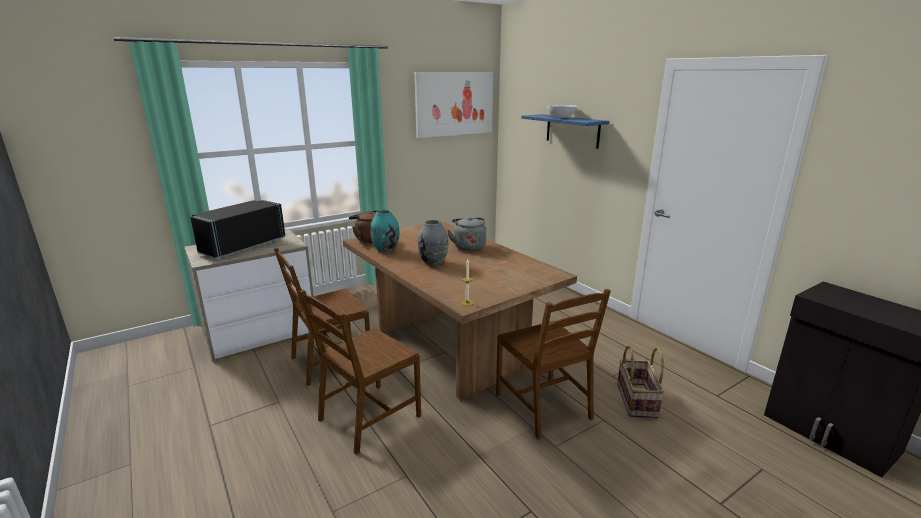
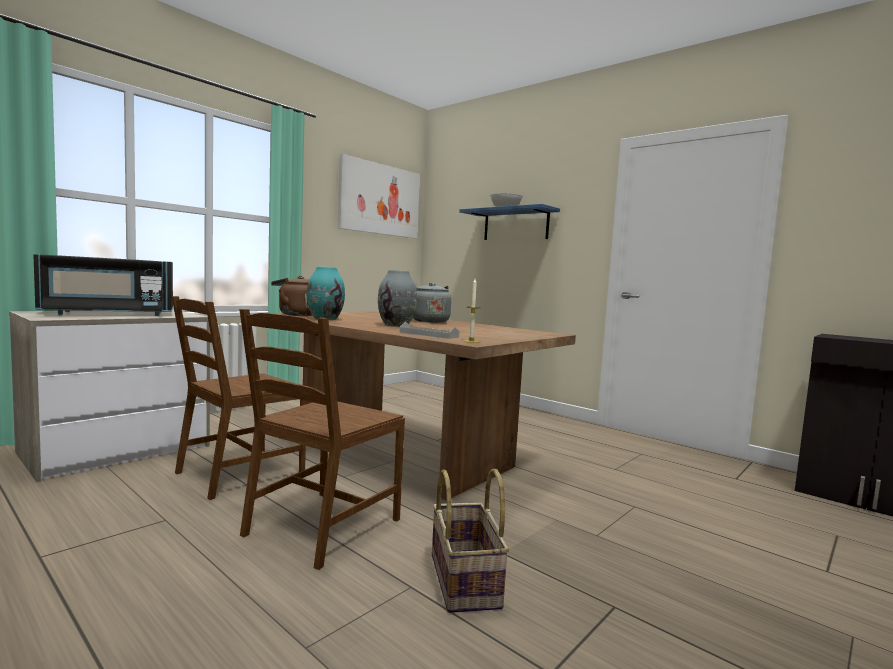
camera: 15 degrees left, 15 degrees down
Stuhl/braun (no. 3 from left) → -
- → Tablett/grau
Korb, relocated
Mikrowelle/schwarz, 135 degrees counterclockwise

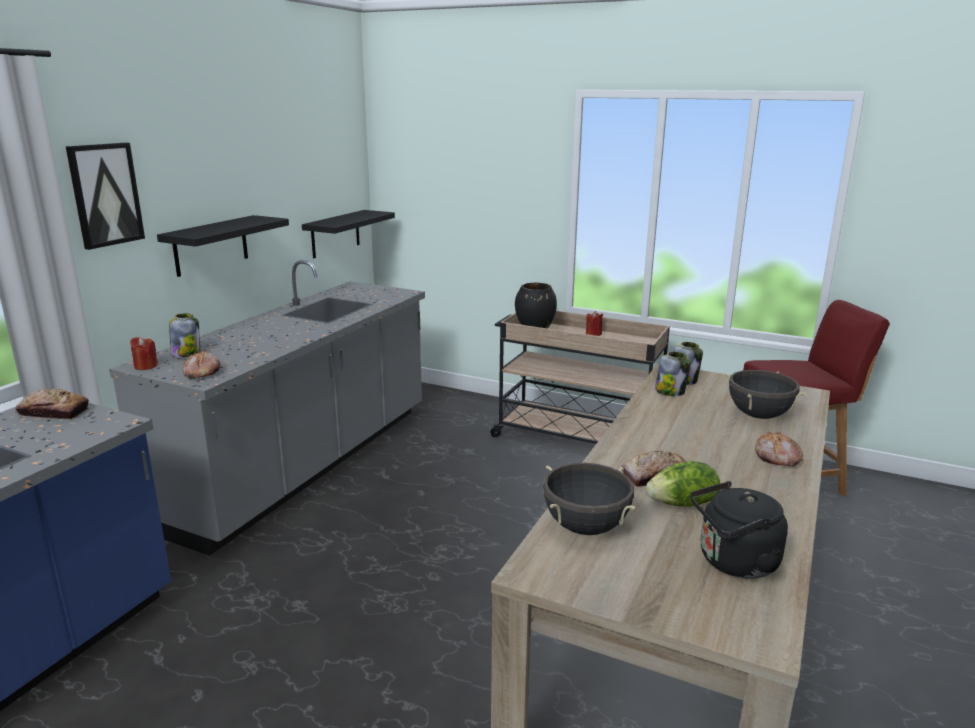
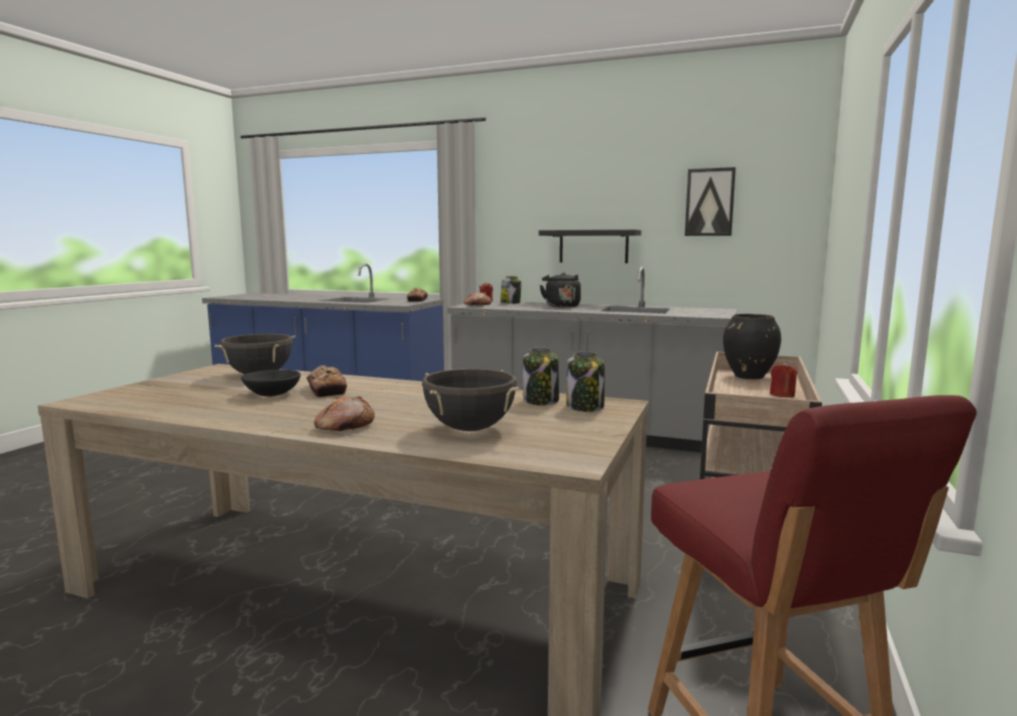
camera: 85 degrees right, 10 degrees down
Wandregal/schwarz (no. 2 from left) → -
Bild, relocated
Wasserkessel/schwarz, relocated
Salatkopf → Schüssel/schwarz

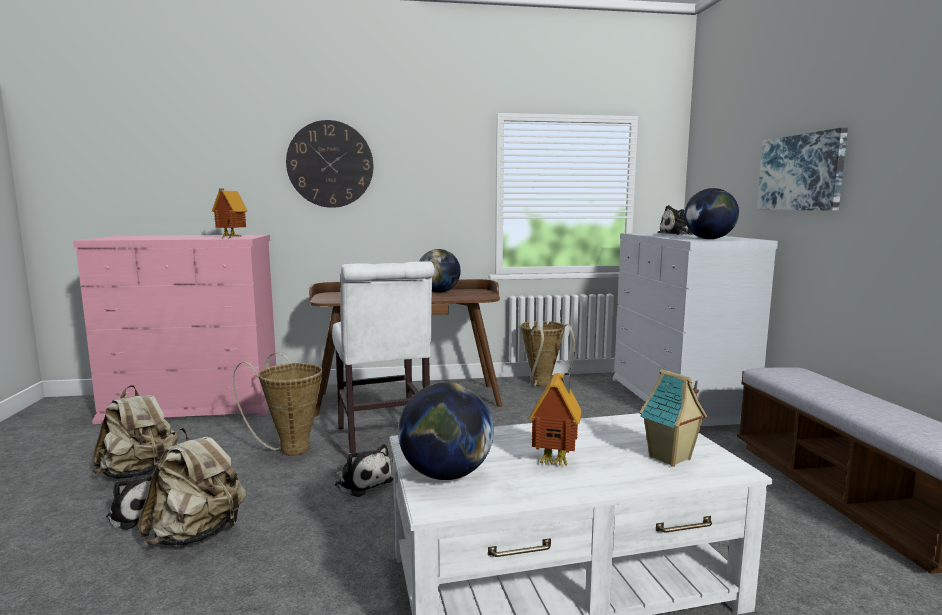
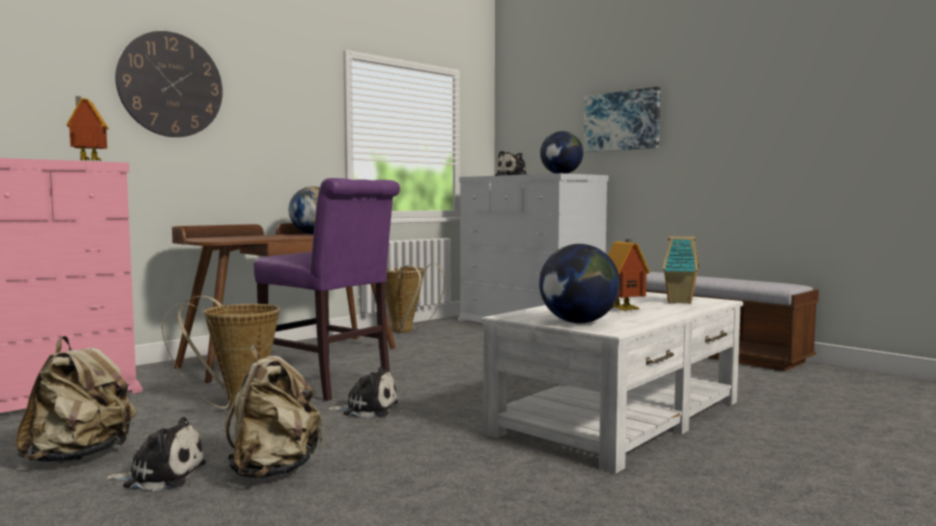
camera: 35 degrees left, 5 degrees down
Stuhl/weiß → Stuhl/lila

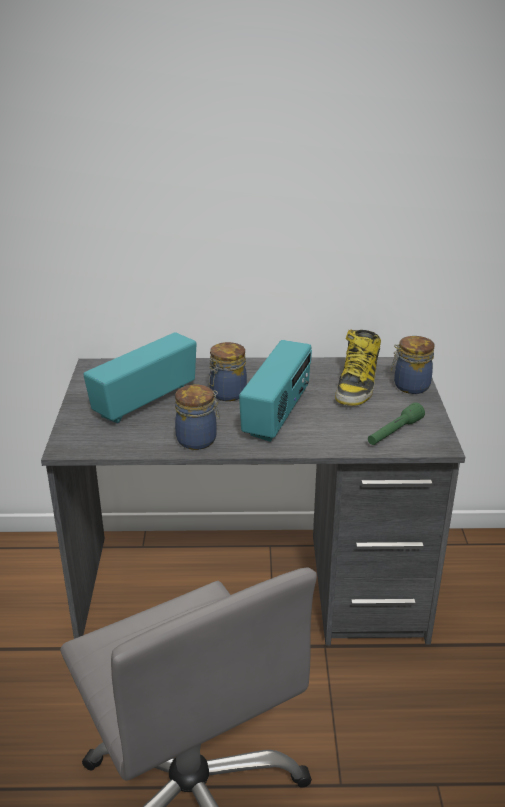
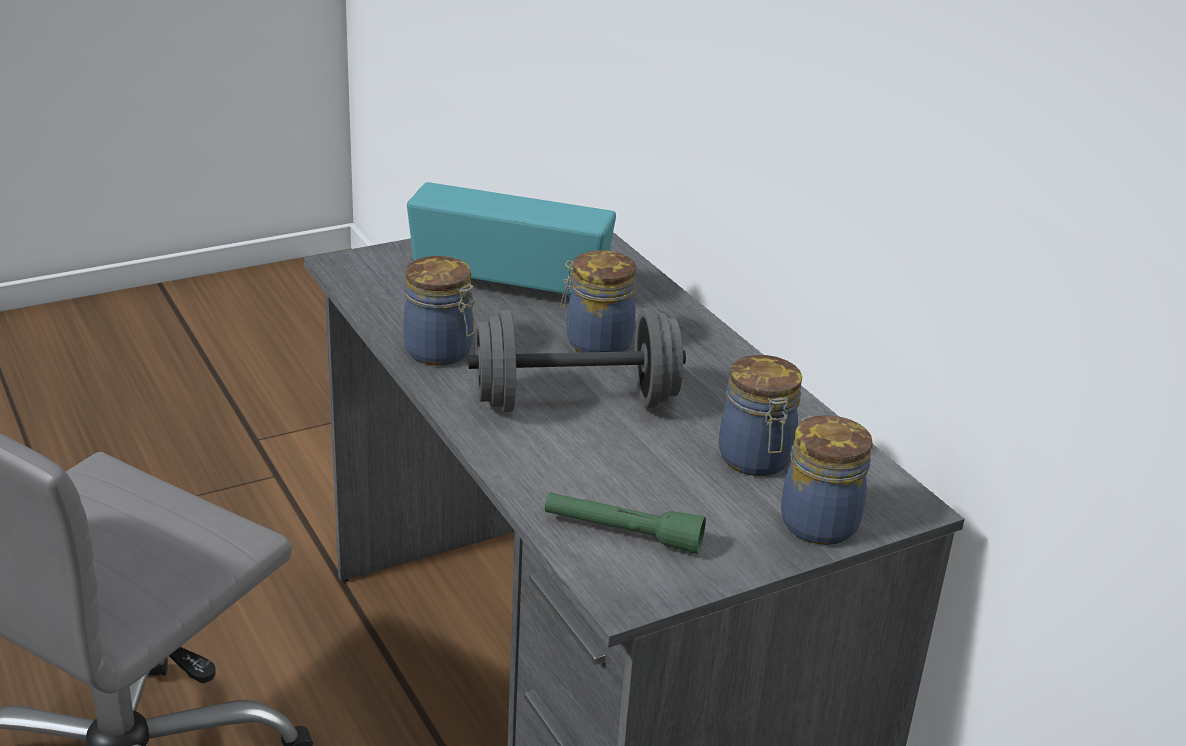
camera: 60 degrees right, 0 degrees up
Radio (no. 2 from left) → Hantel/grau
Stiefel → Vorratsglas (no. 3 from left)

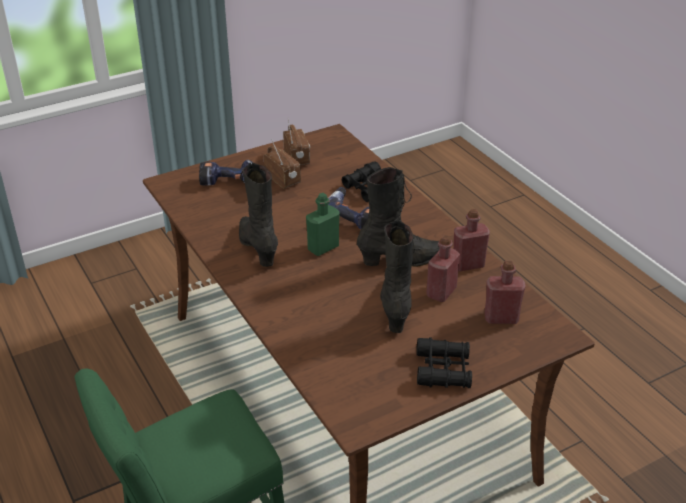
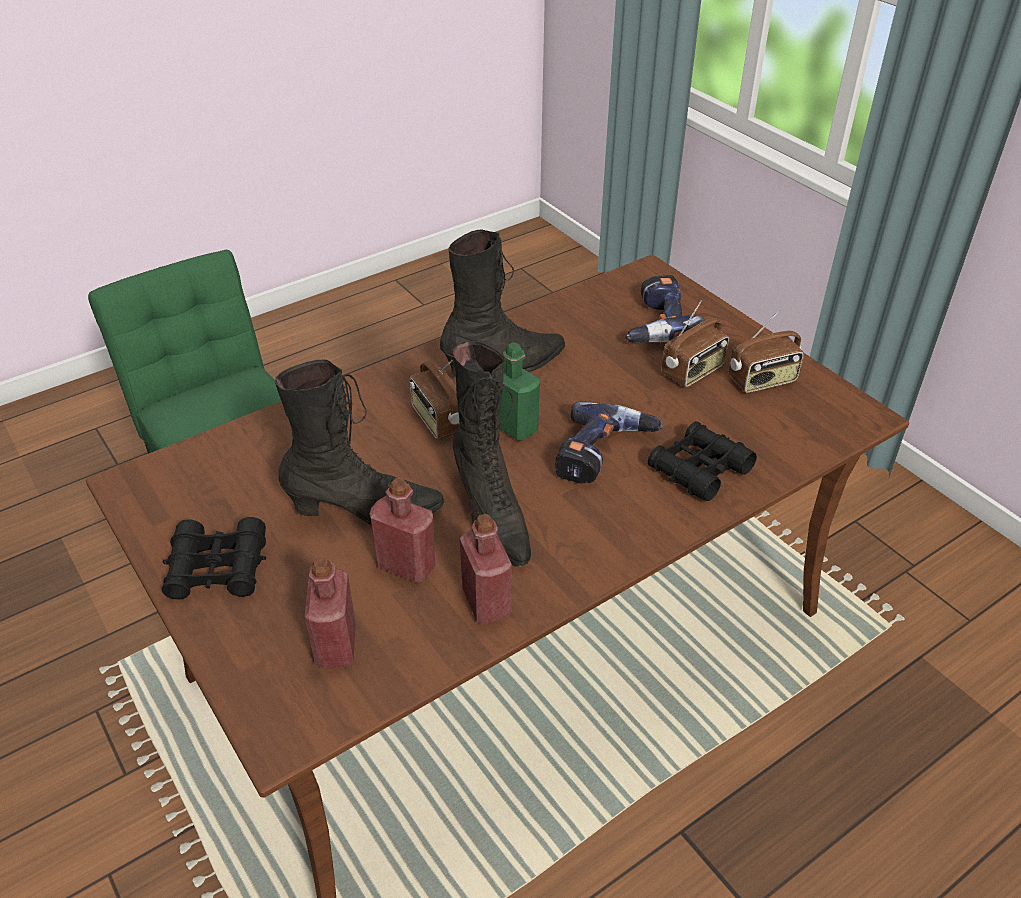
camera: 85 degrees right, 5 degrees up
- → Radio (no. 1 from left)

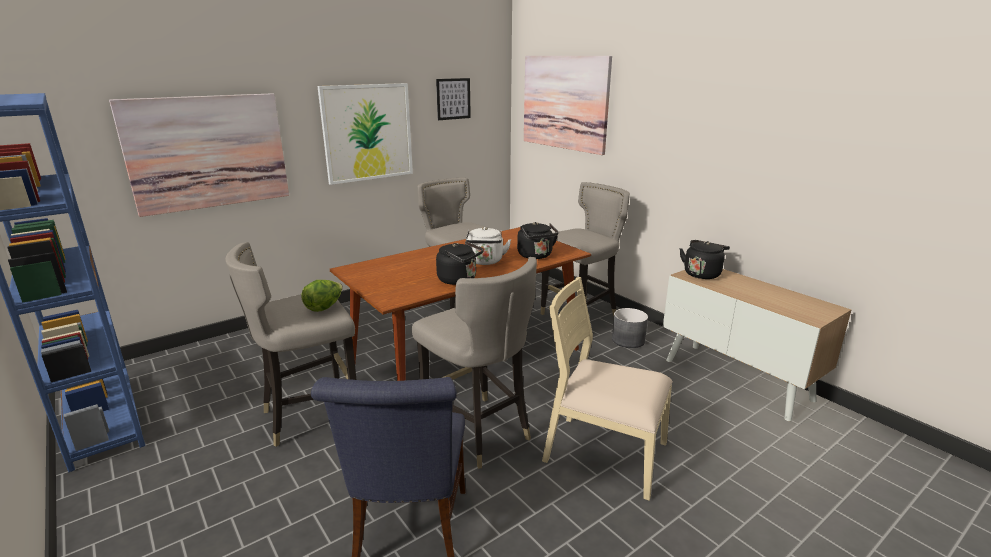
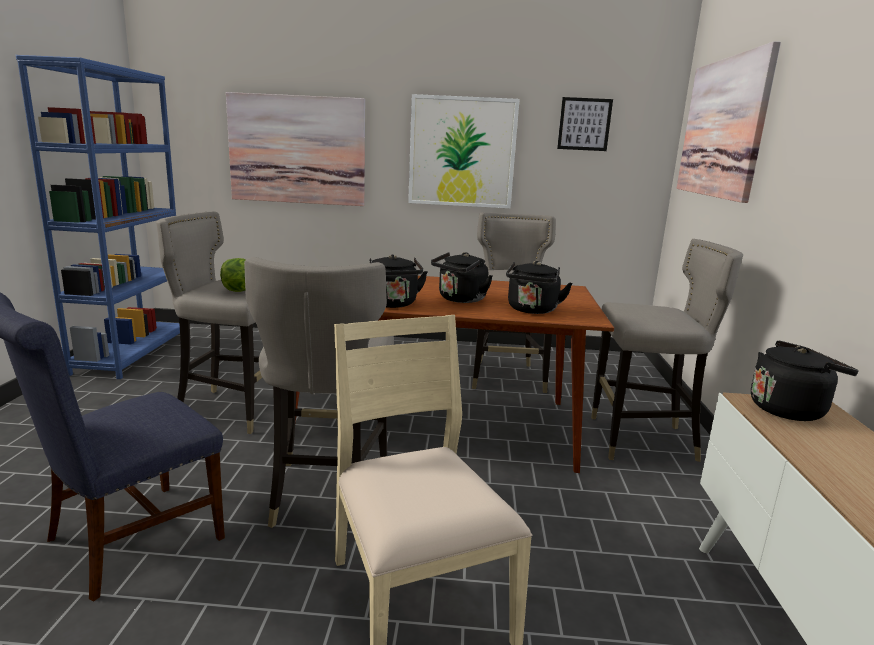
camera: 40 degrees right, 5 degrees down
Pflanzkübel/grau → -
Wasserkessel/weiß → Wasserkessel/schwarz (no. 2 from left)

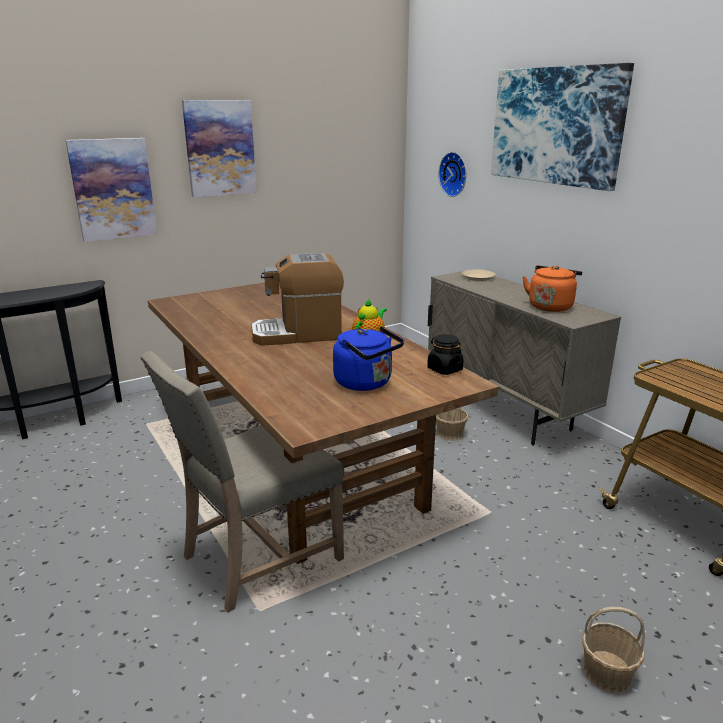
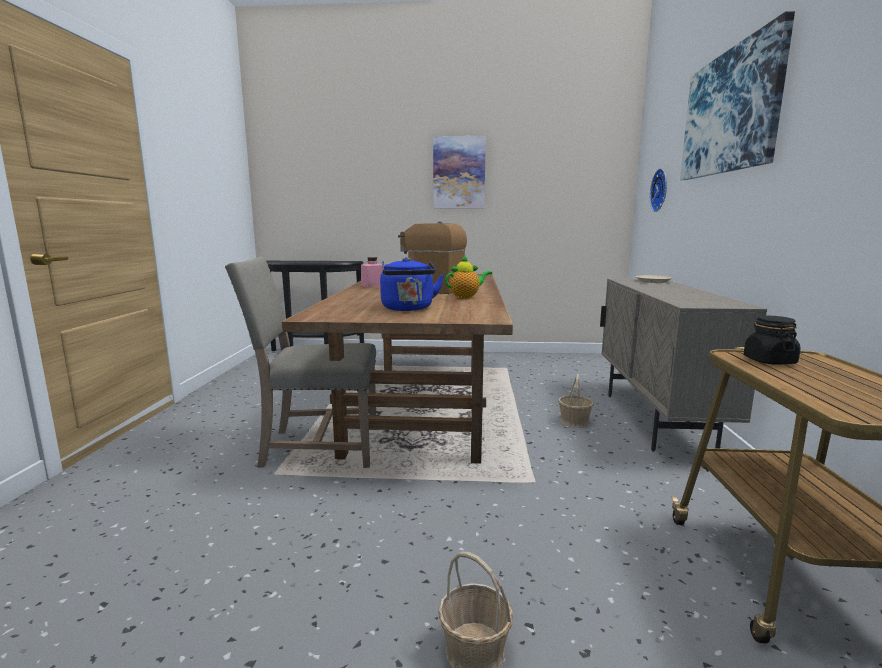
camera: 35 degrees right, 10 degrees down
Bild (no. 1 from left) → -
Wasserkessel/orange → -
- → Vorratsglas/rosa
Vorratsglas/schwarz, relocated

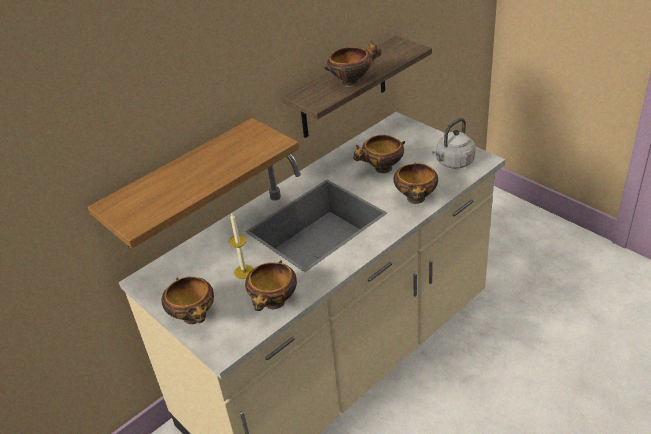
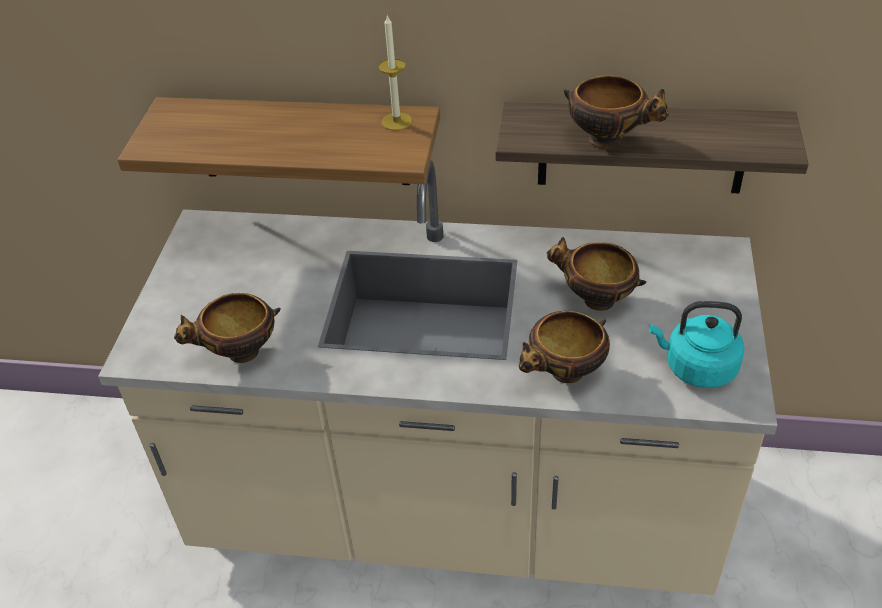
camera: 50 degrees right, 5 degrees up
Schüssel (no. 1 from left) → -
Kerze, relocated
Wasserkessel/grau → Wasserkessel/türkis

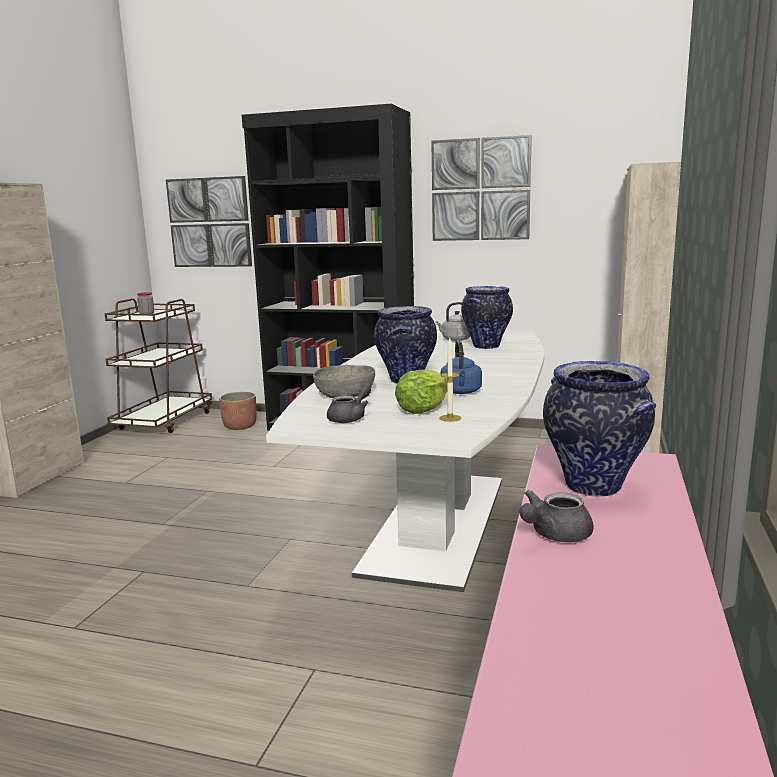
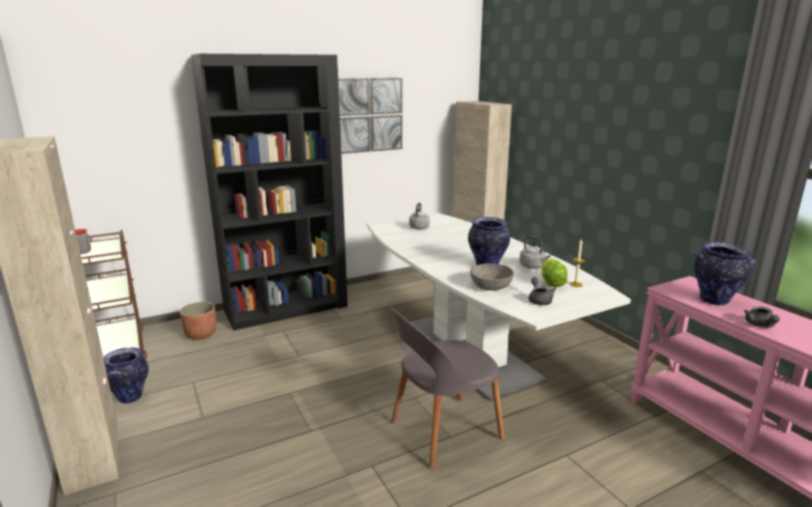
camera: 45 degrees left, 5 degrees up
Bild (no. 1 from left) → -
- → Stuhl/grau
Vase (no. 2 from left in the first image) → Vase (no. 1 from left), relocated
Wasserkessel/blau → Wasserkessel/grau (no. 2 from left)

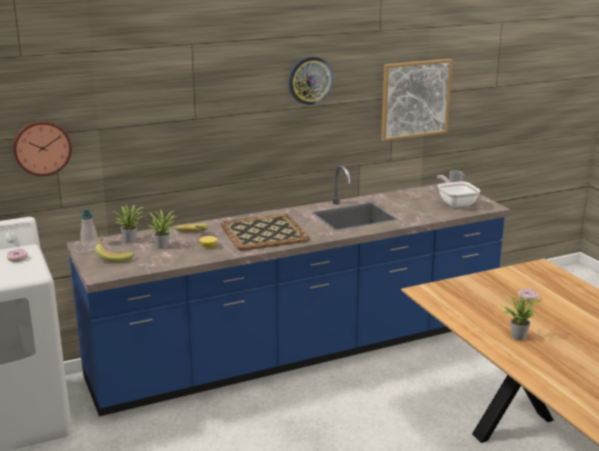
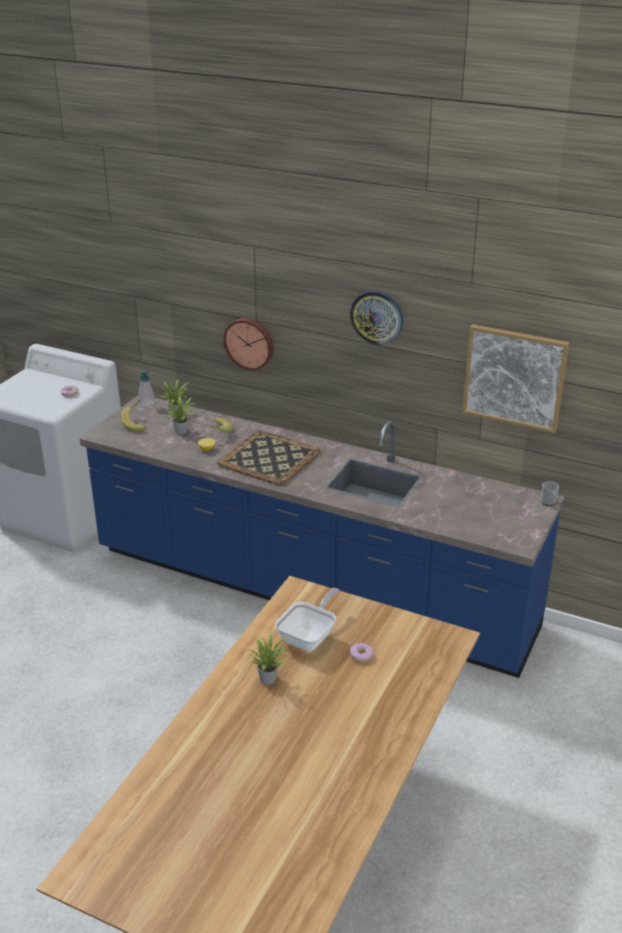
camera: 50 degrees right, 10 degrees up
Wanduhr (no. 1 from left), relocated
Pfanne, relocated

